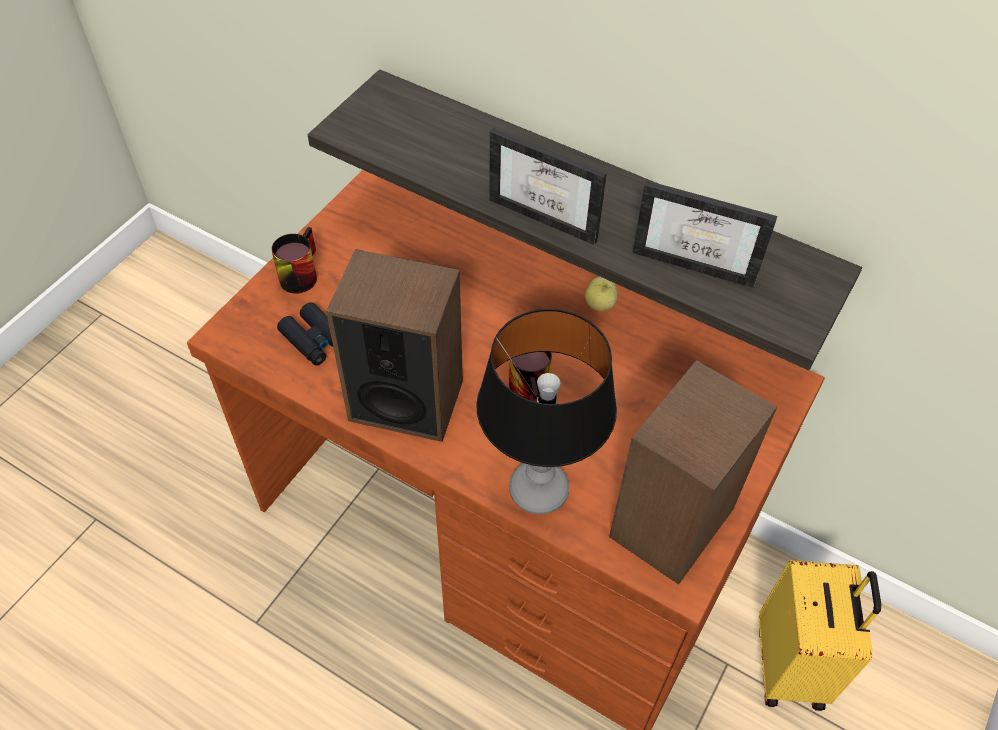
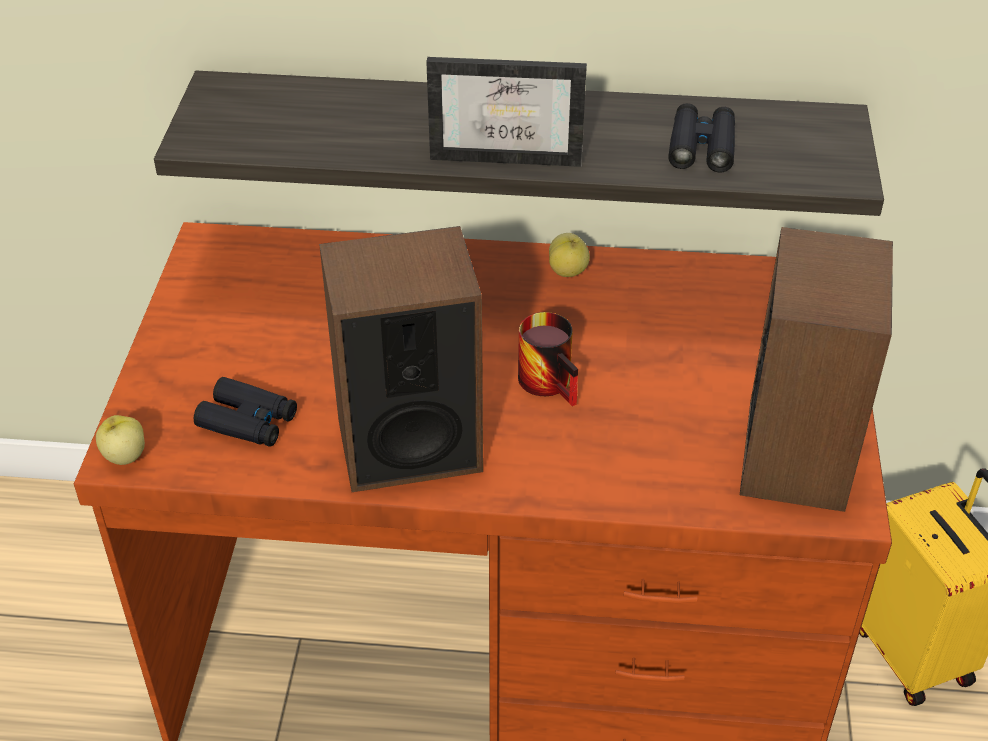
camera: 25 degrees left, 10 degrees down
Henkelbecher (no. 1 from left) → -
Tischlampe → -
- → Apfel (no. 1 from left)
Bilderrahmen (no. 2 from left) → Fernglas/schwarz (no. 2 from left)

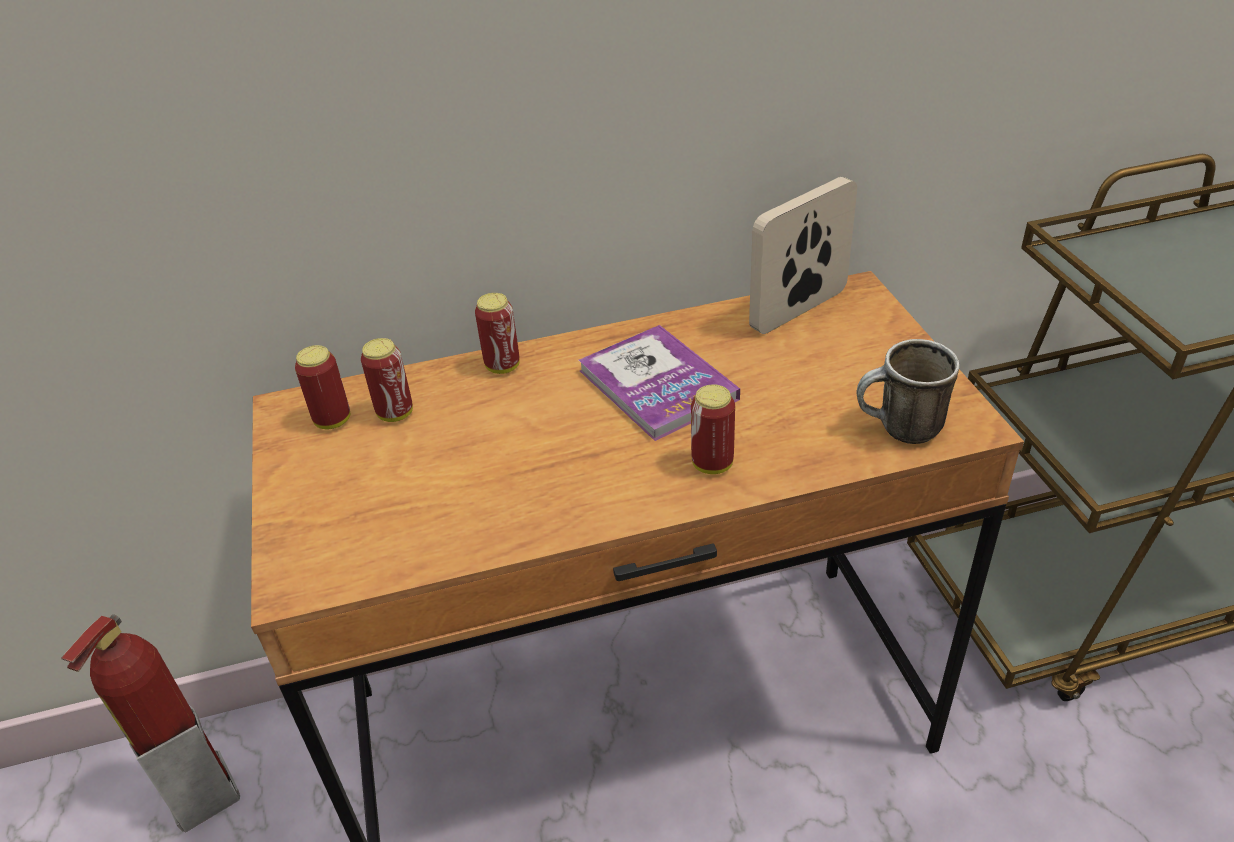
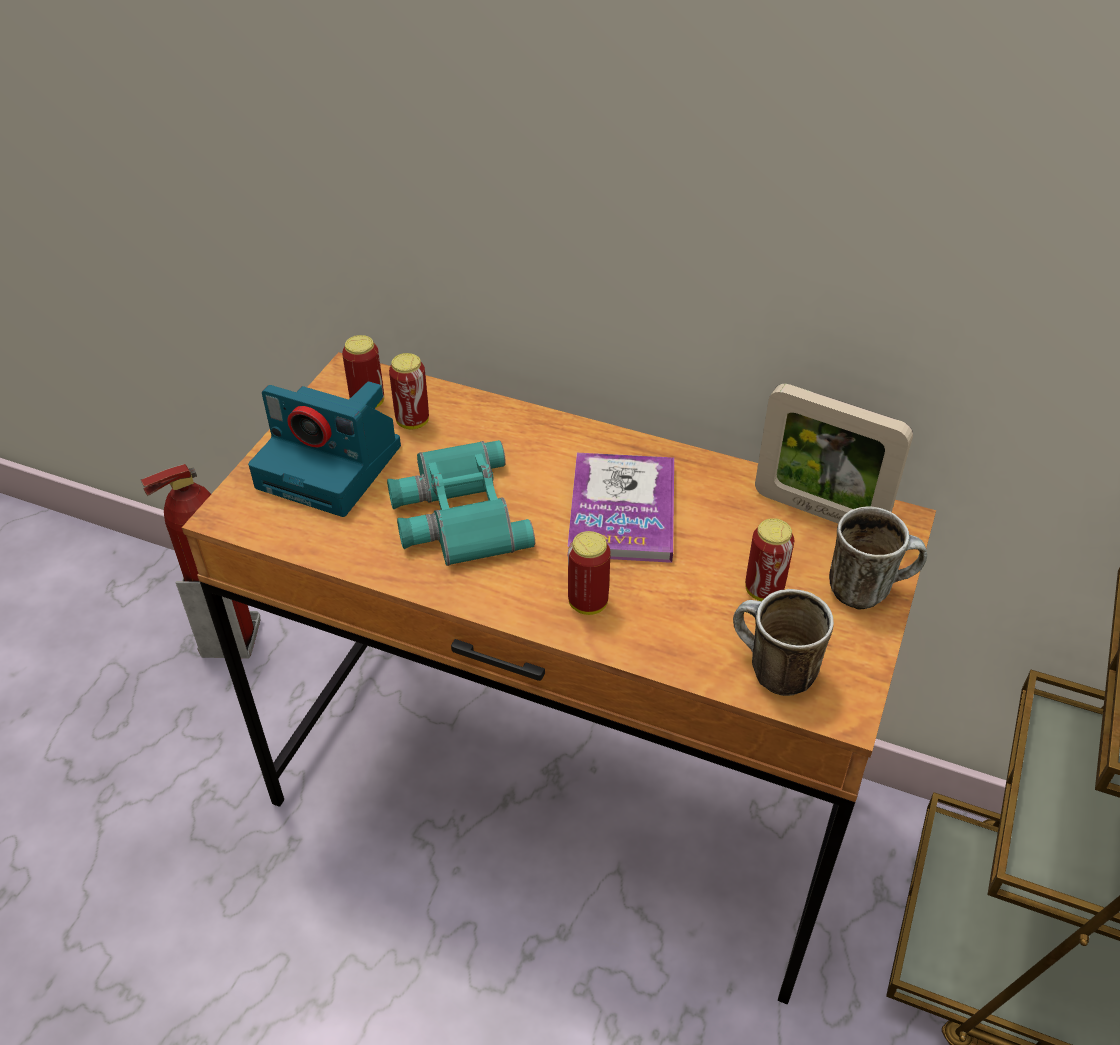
camera: 35 degrees right, 5 degrees up
- → Kamera
- → Fernglas/türkis
- → Henkelbecher (no. 2 from left)
Dose (no. 3 from left in the first image) → Dose (no. 4 from left), relocated
Bilderrahmen, 150 degrees counterclockwise

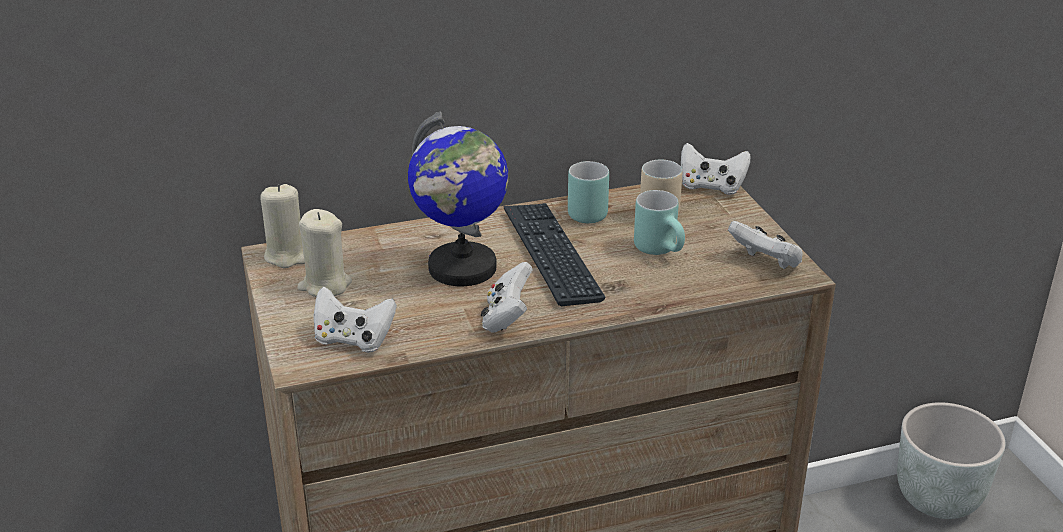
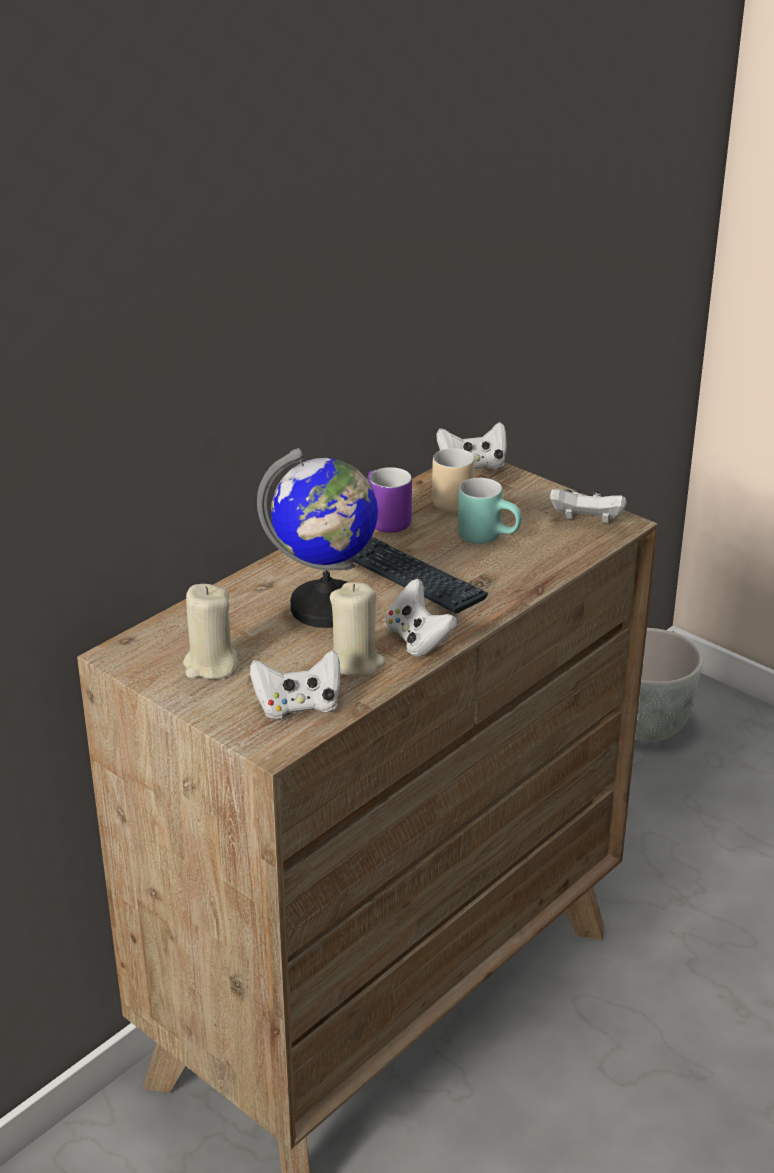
camera: 30 degrees left, 0 degrees up
Kerze/beige (no. 1 from left in the first image) → Kerze/beige (no. 2 from left), relocated
Henkelbecher/türkis (no. 1 from left) → Henkelbecher/lila

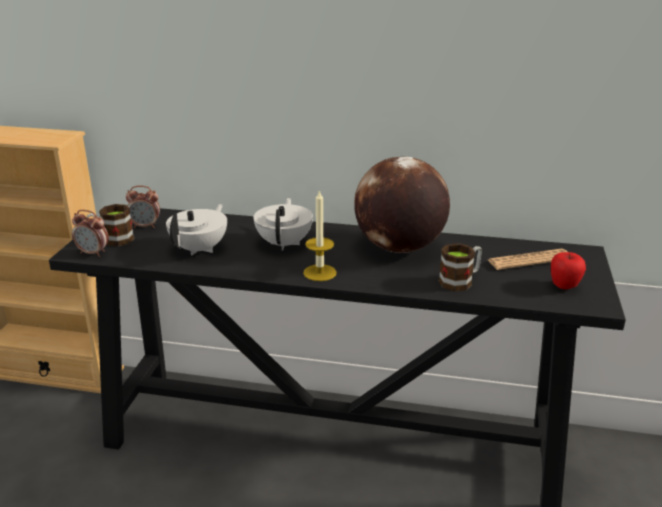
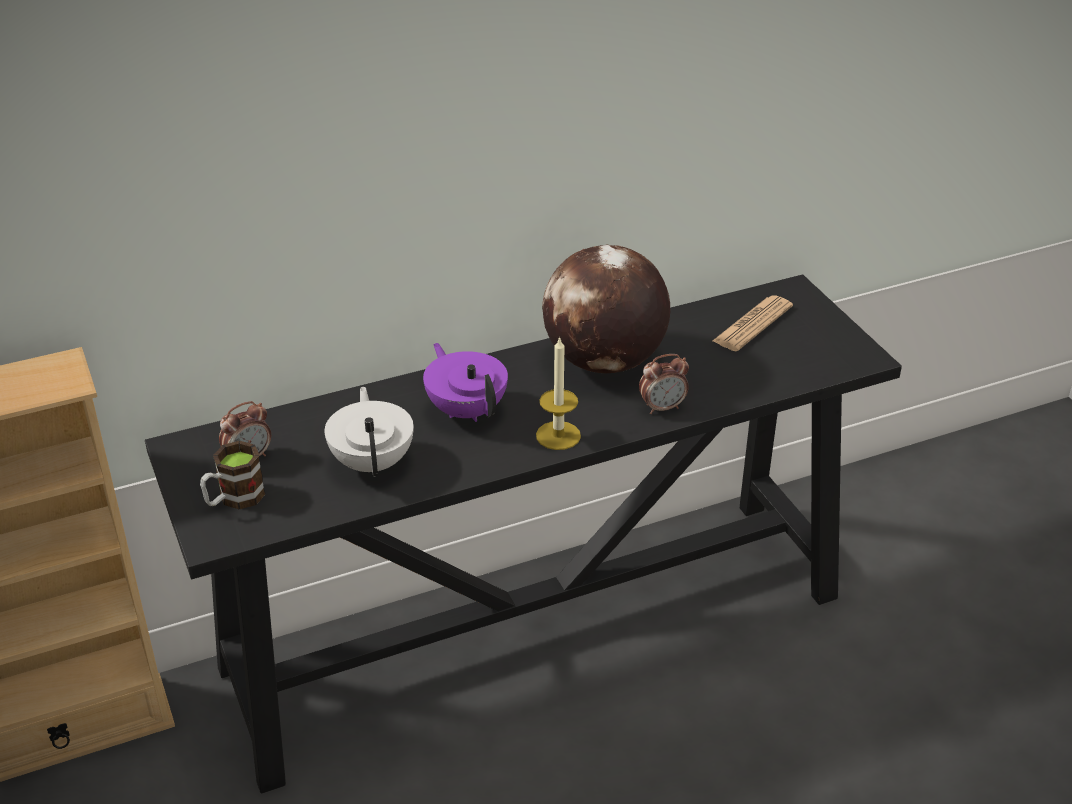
camera: 35 degrees left, 10 degrees up
Henkelbecher (no. 2 from left) → -
Apfel → -
Wecker (no. 1 from left in the first image) → Wecker (no. 2 from left), relocated
Teekanne/weiß (no. 2 from left) → Teekanne/lila

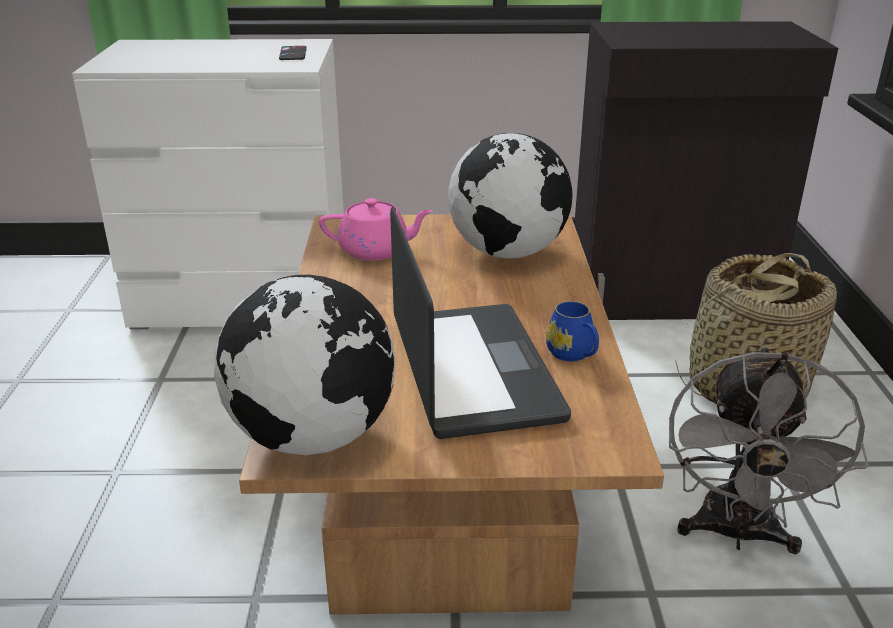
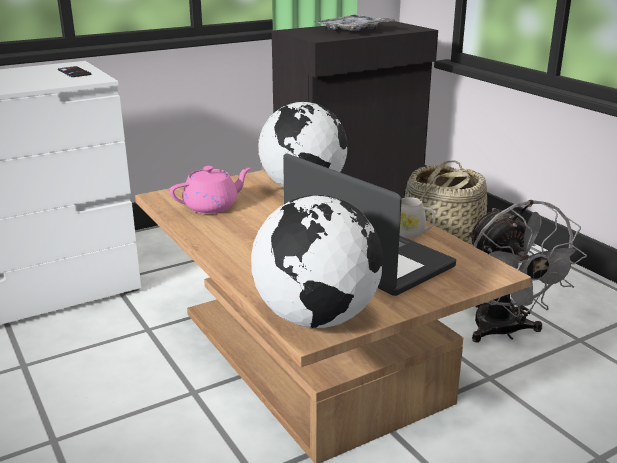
camera: 30 degrees left, 5 degrees down
- → Tablett
Henkelbecher/blau → Henkelbecher/weiß

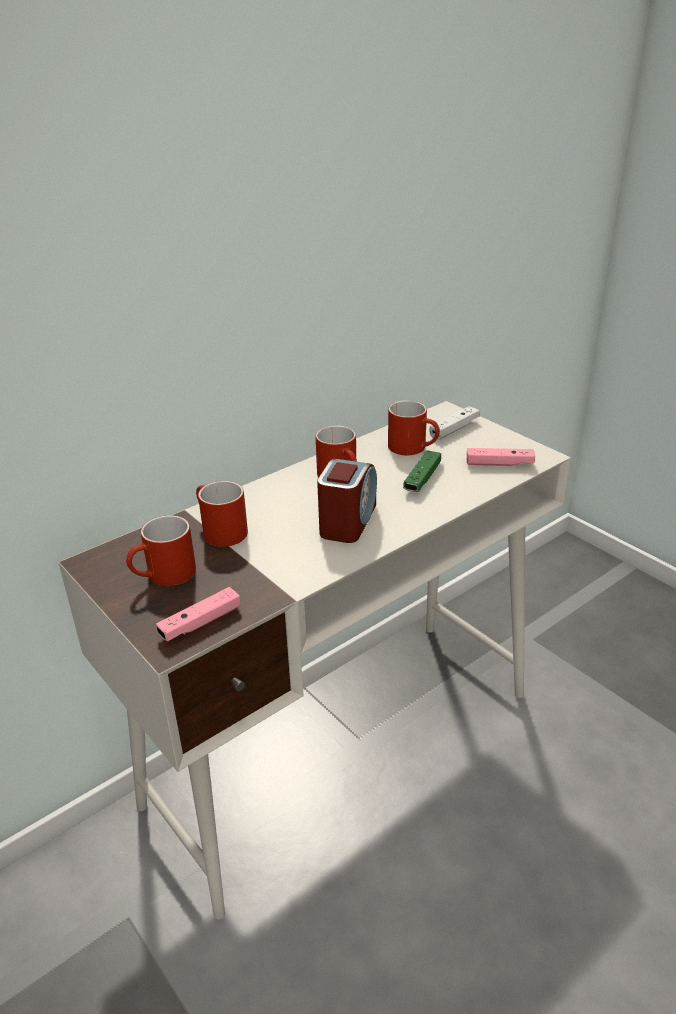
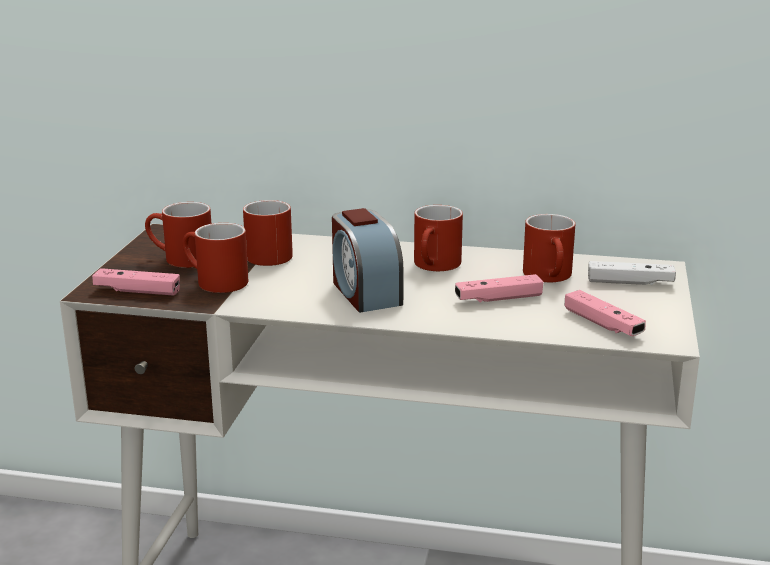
camera: 50 degrees right, 10 degrees down
- → Henkelbecher/rot (no. 2 from left)
Gamepad/grün → Gamepad/rosa (no. 2 from left)
Wecker, 90 degrees clockwise

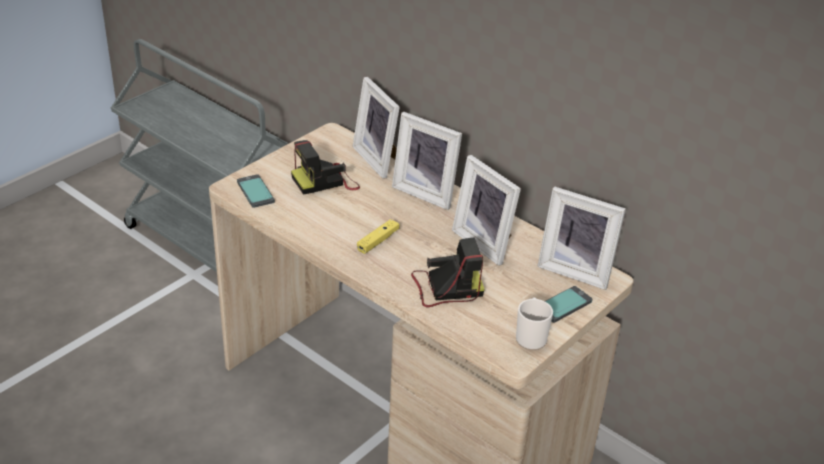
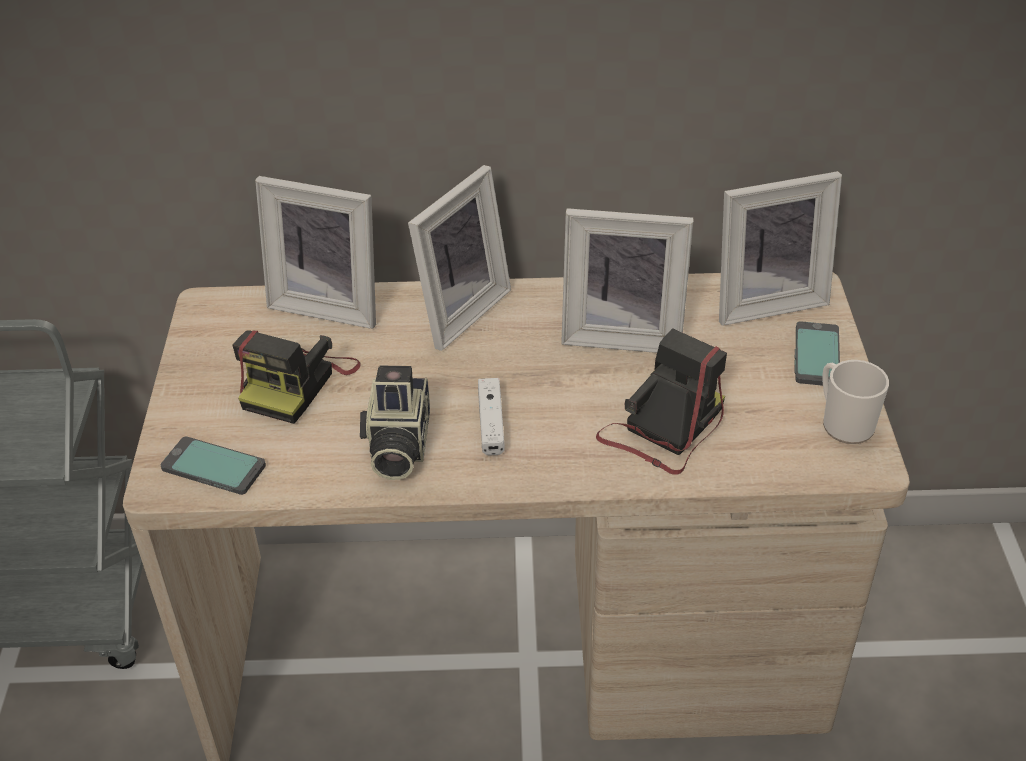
camera: 40 degrees left, 5 degrees up
- → Kamera (no. 2 from left)
Gamepad/gelb → Gamepad/weiß
Bilderrahmen (no. 2 from left), 45 degrees counterclockwise

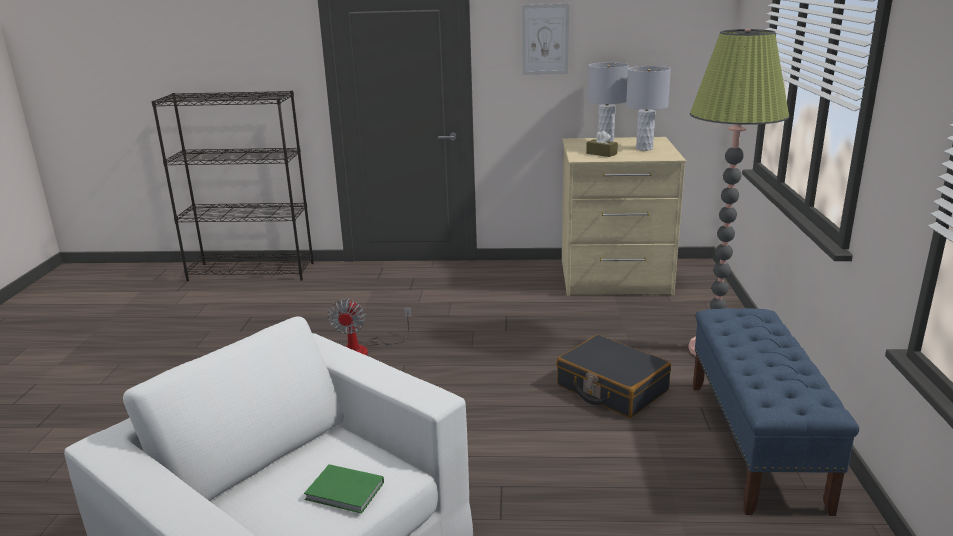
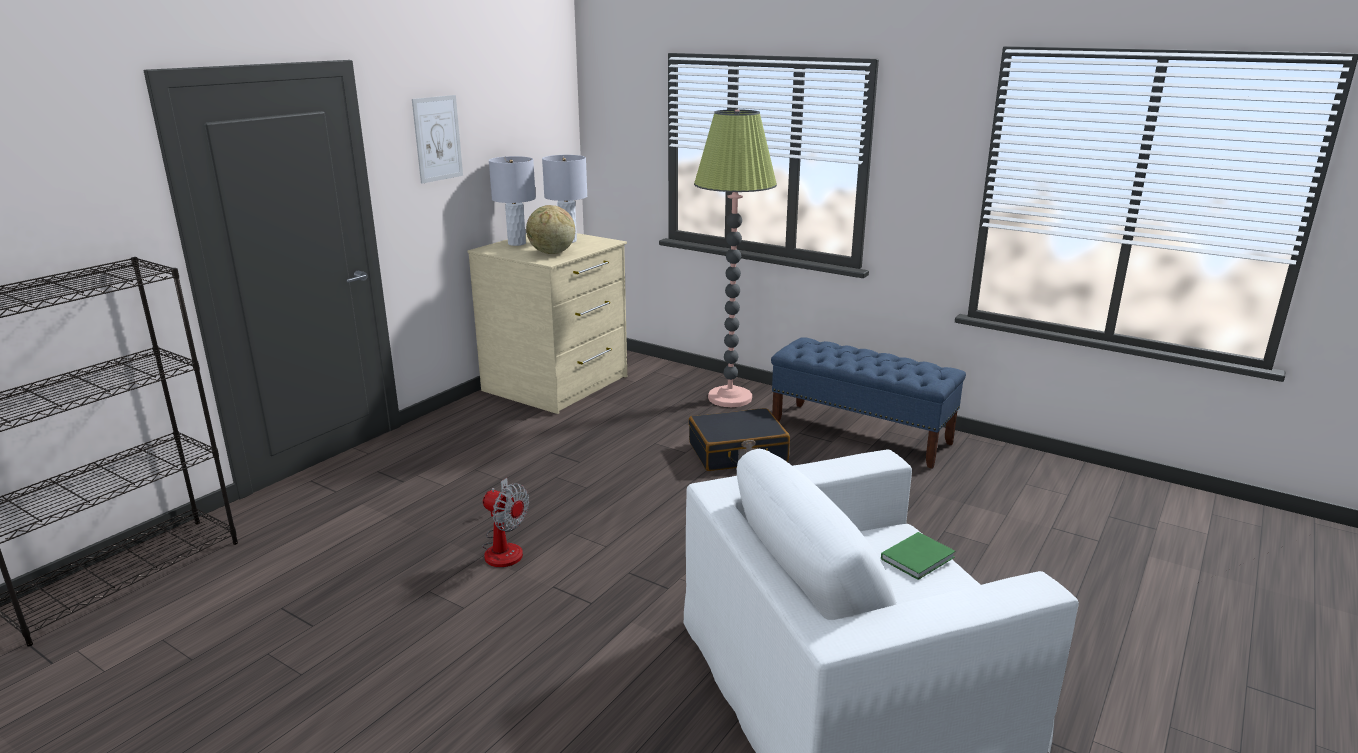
camera: 60 degrees left, 0 degrees up
Taschentuchbox/braun → Globus

